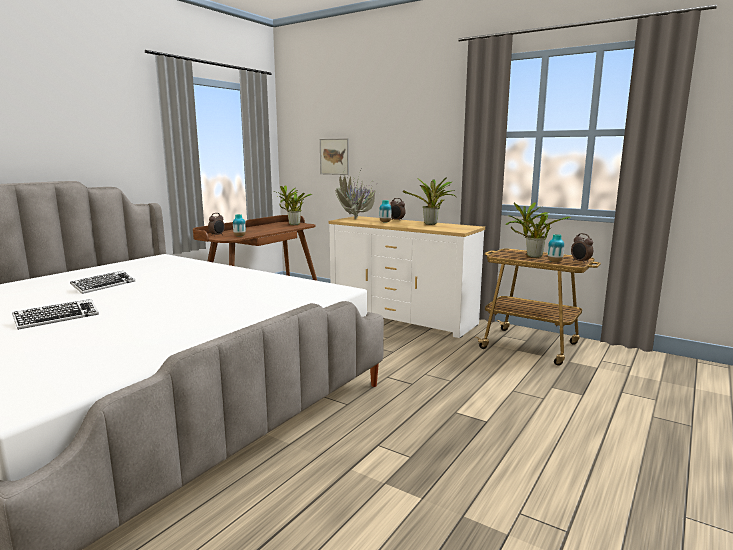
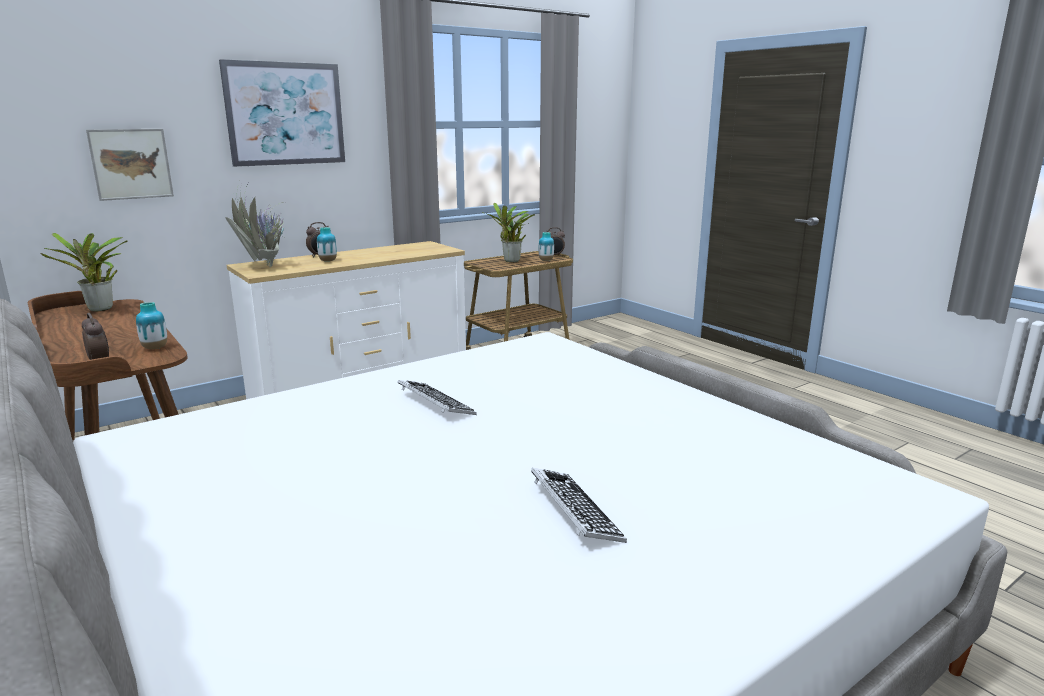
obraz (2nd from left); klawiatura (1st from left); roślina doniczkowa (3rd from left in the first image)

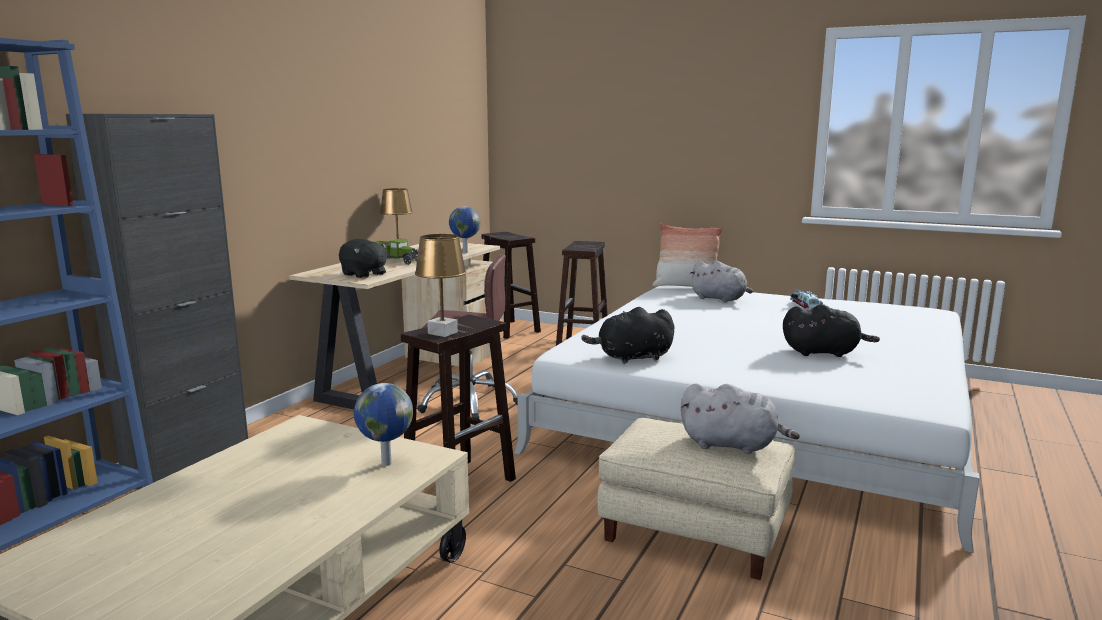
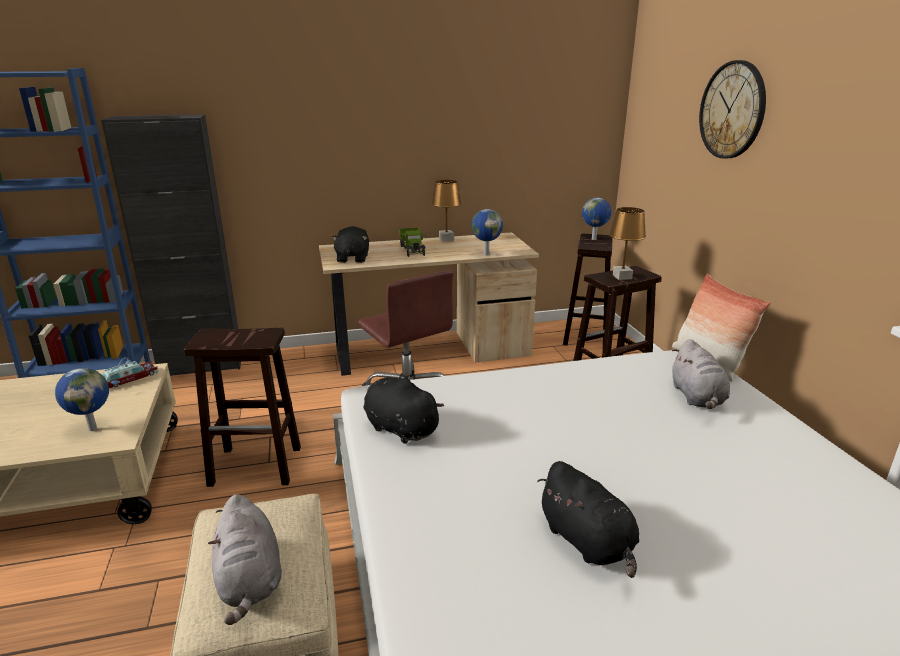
samochodzik; globus (3rd from left); lampa stołowa (brązowy) (2nd from left); zegar ścienny

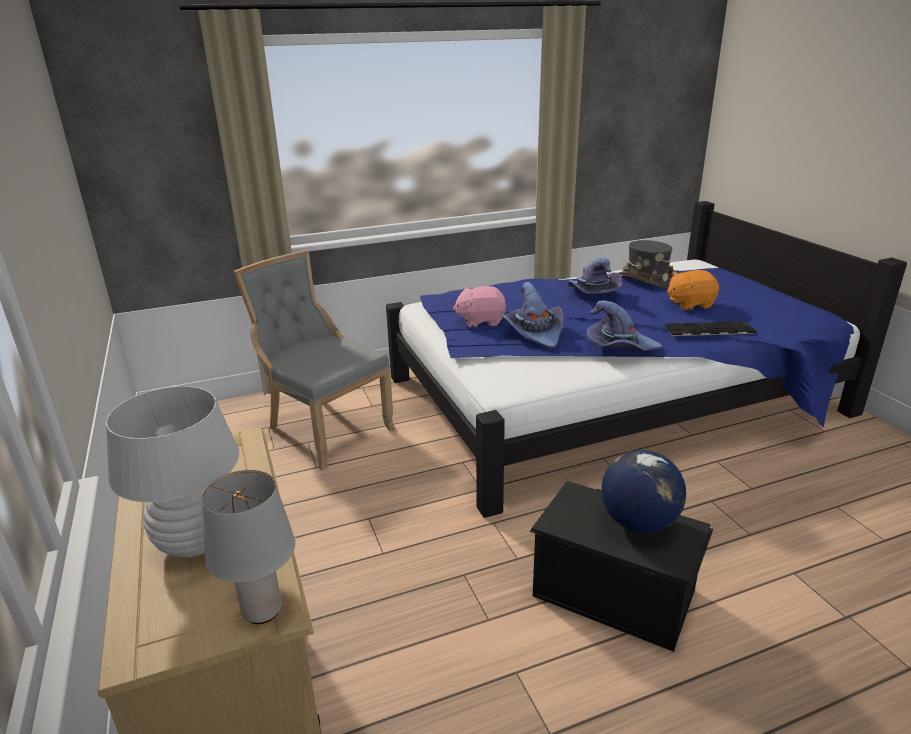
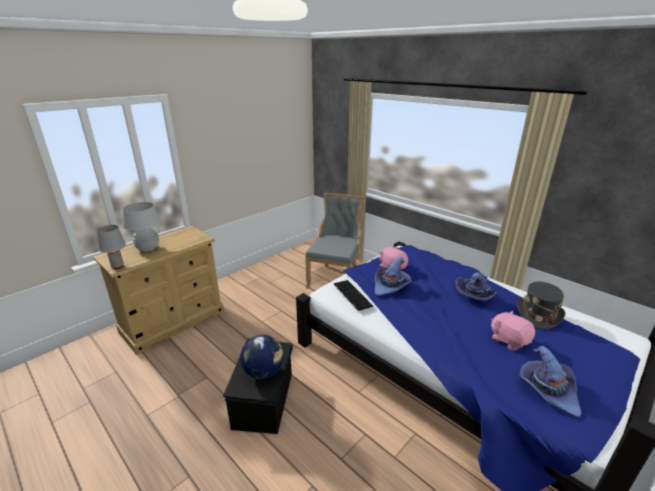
klawiatura; pluszak (różowy) (2nd from left); kapelusz (fioletowy) (3rd from left)

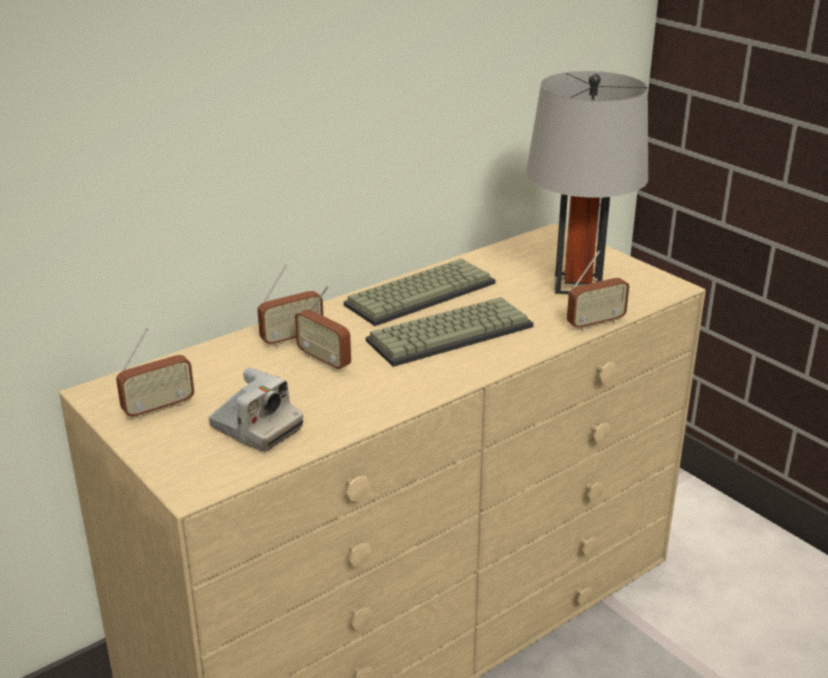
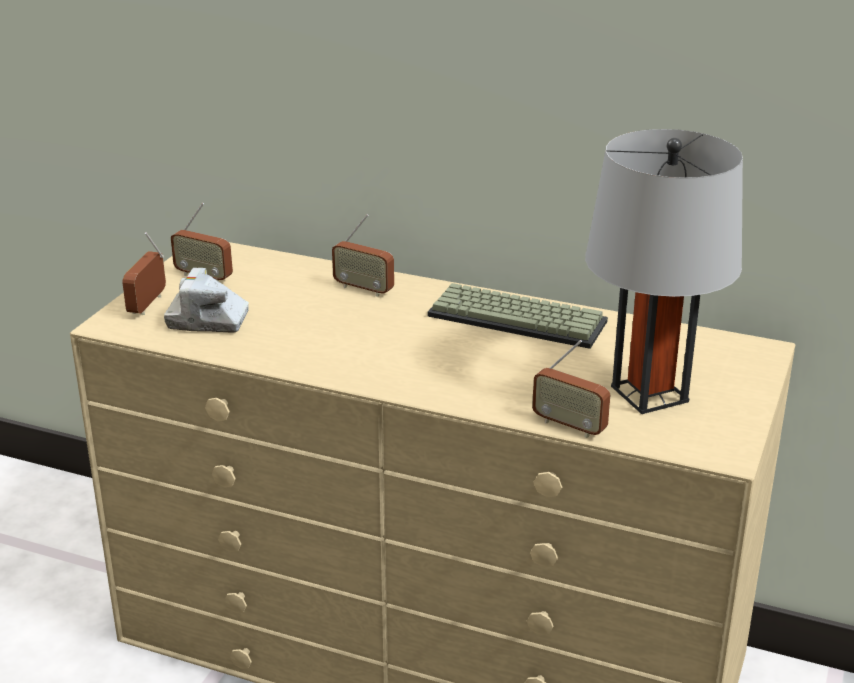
radio (1st from left); aparat fotograficzny; klawiatura (2nd from left in the first image)

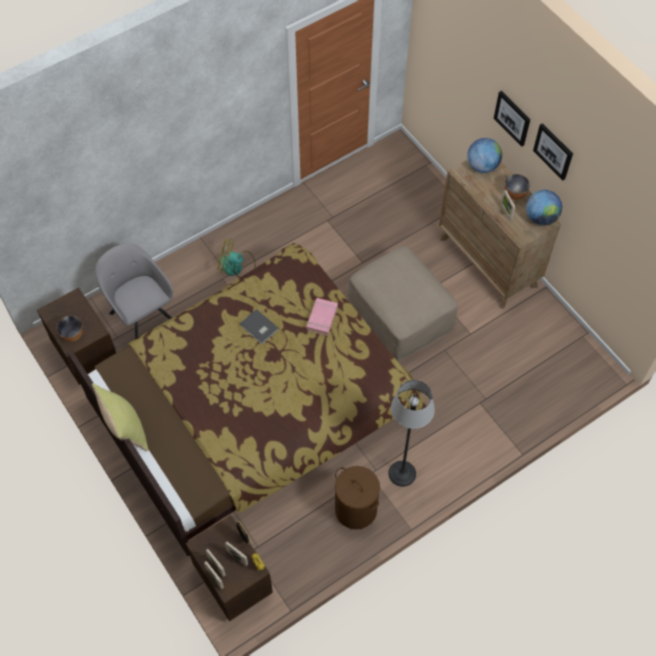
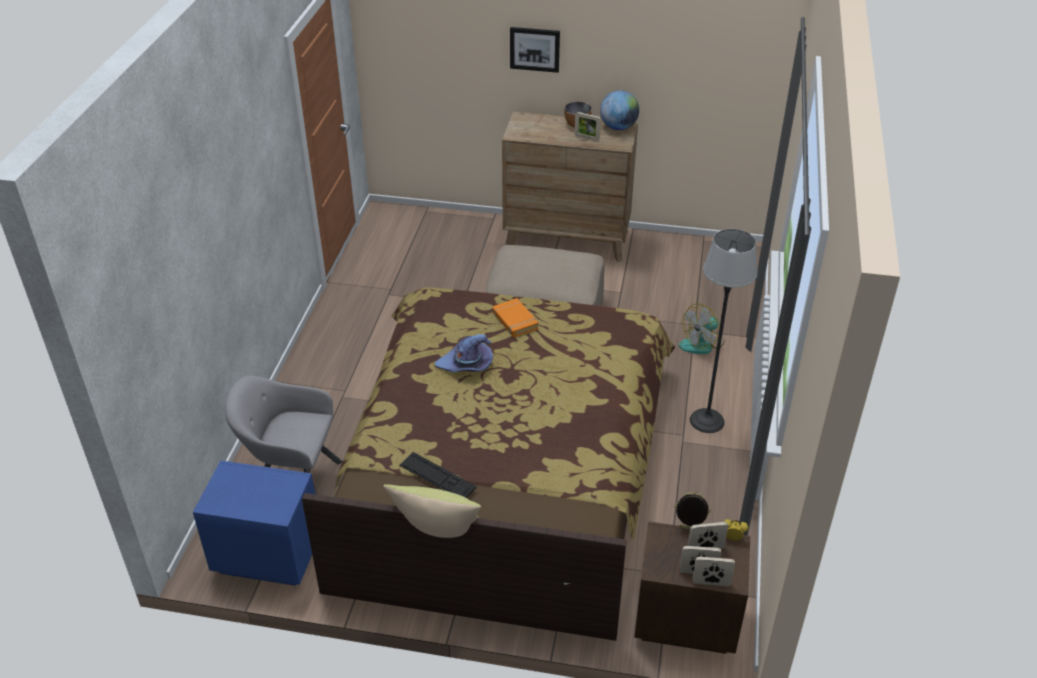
szafka nocna (niebieski); klawiatura; kapelusz (fioletowy); książka (pomarańczowy); wentylator; miska (1st from left in the first image); kosz na pranie (brązowy); globus (1st from left in the first image); obraz (2nd from left in the first image)

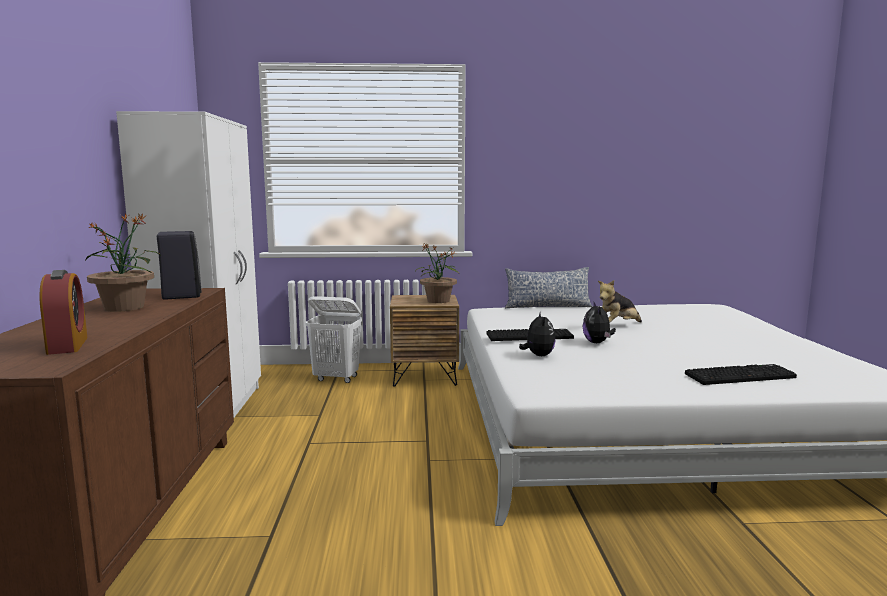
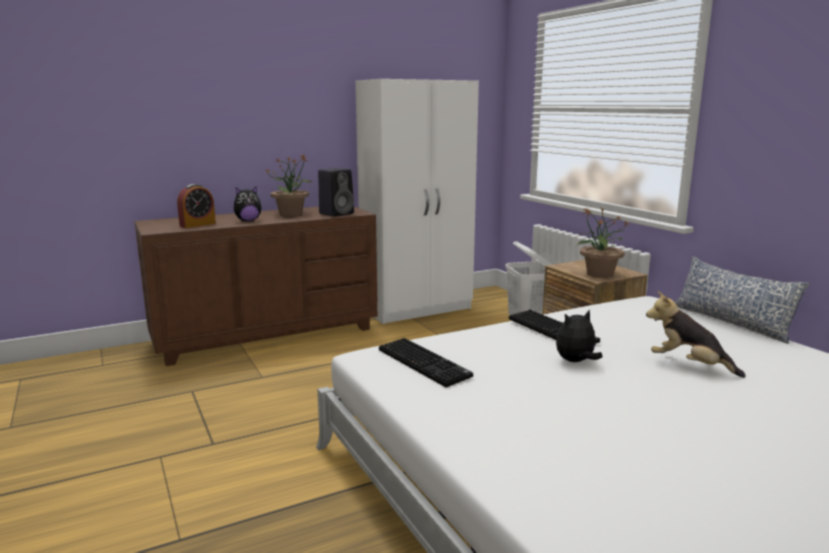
pluszak (1st from left); klawiatura (1st from left)

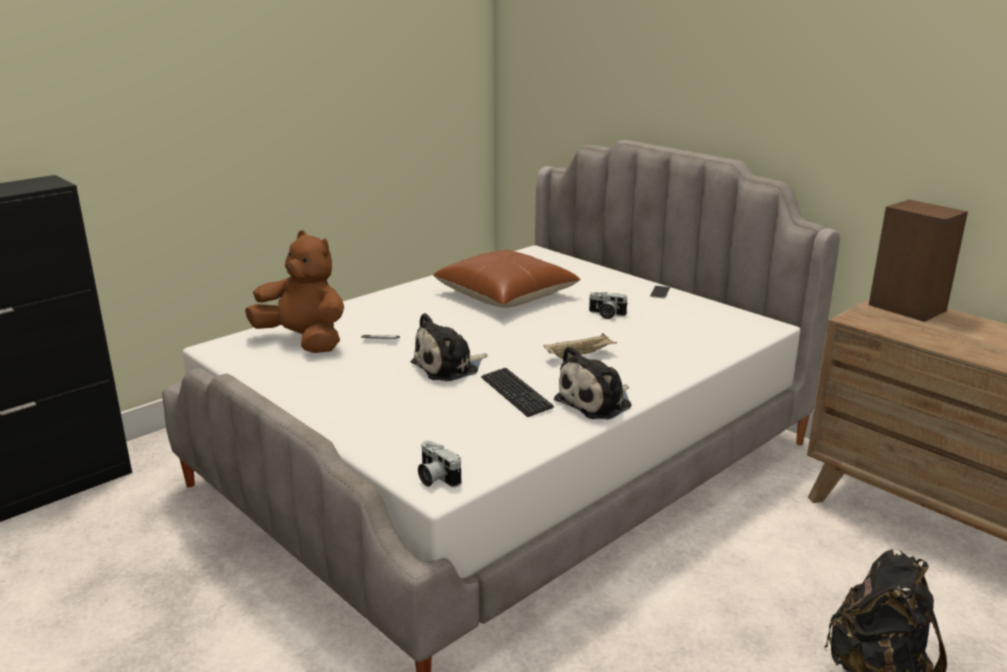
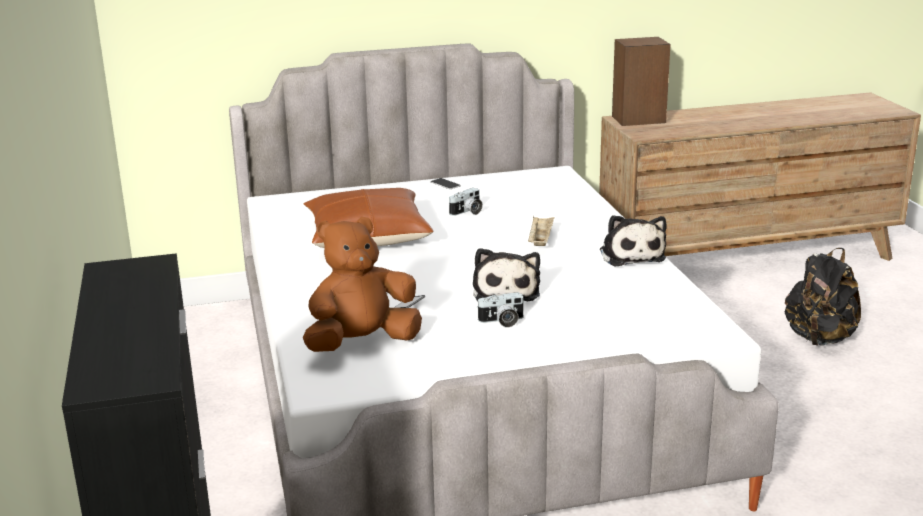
aparat fotograficzny (2nd from left); klawiatura

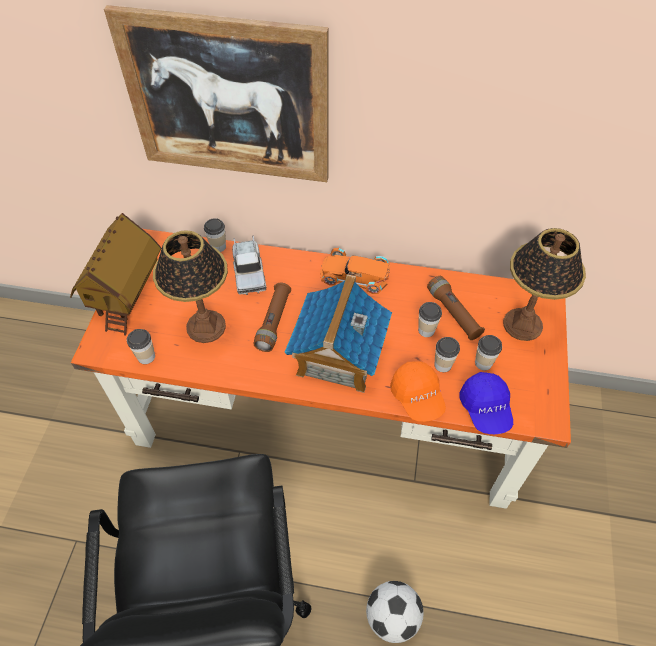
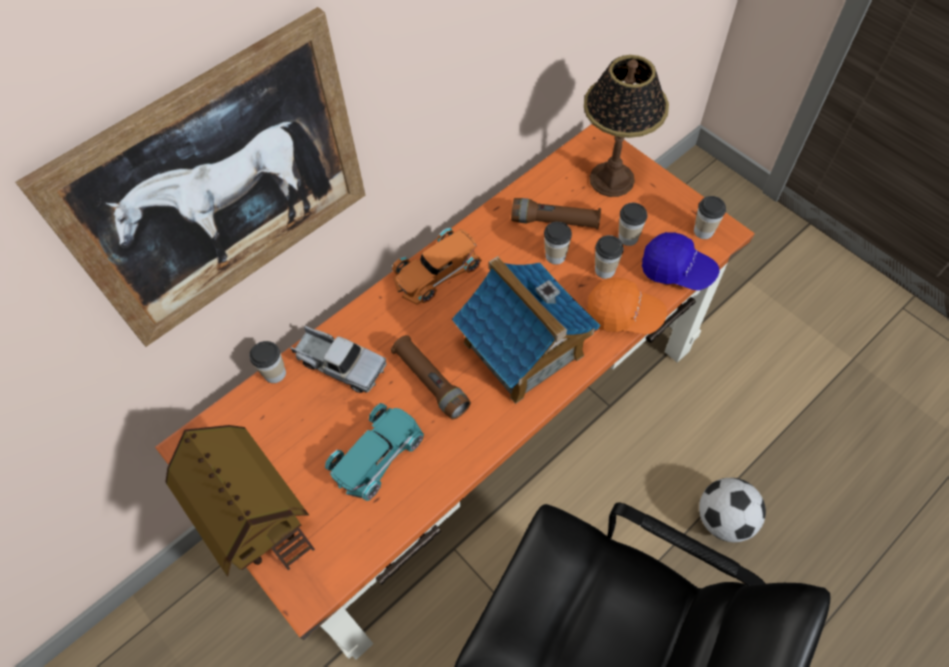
samochodzik (turkusowy); filiżanka (5th from left)

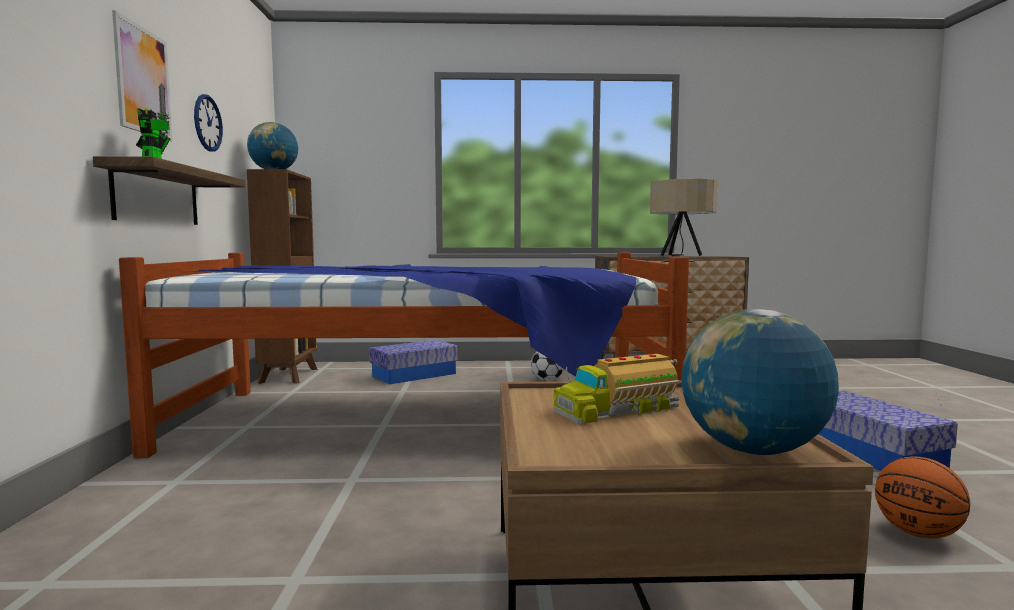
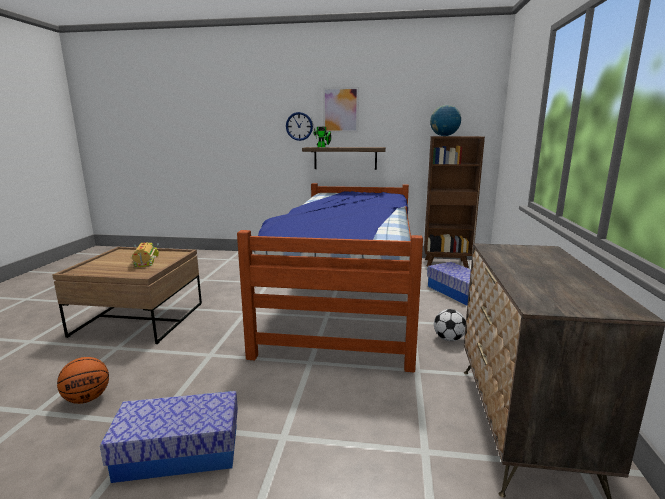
zegar ścienny; lampa stołowa (beżowy); globus (2nd from left in the first image)

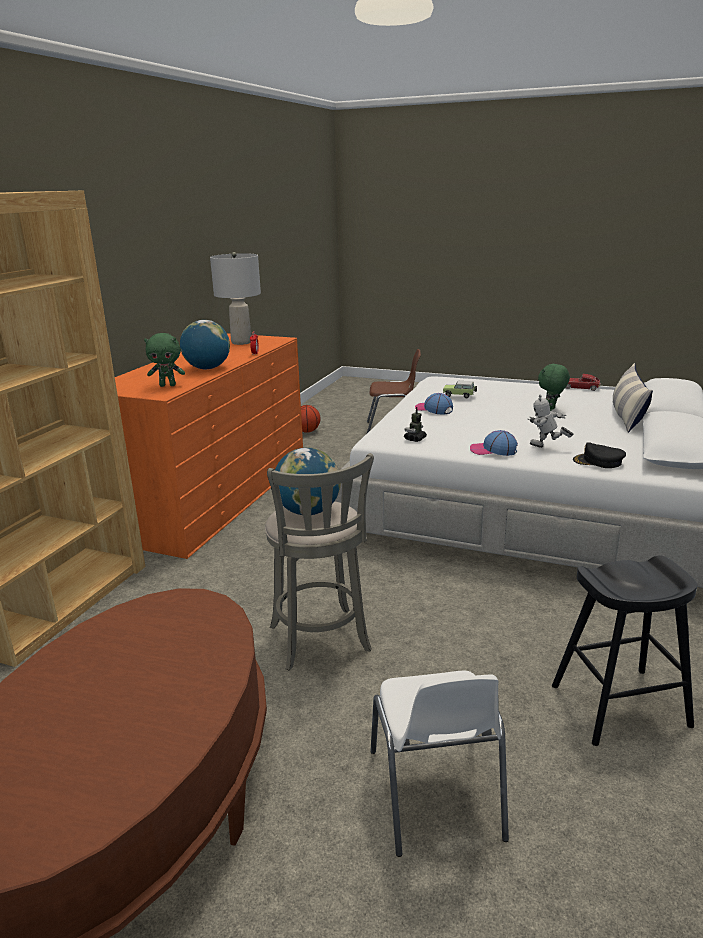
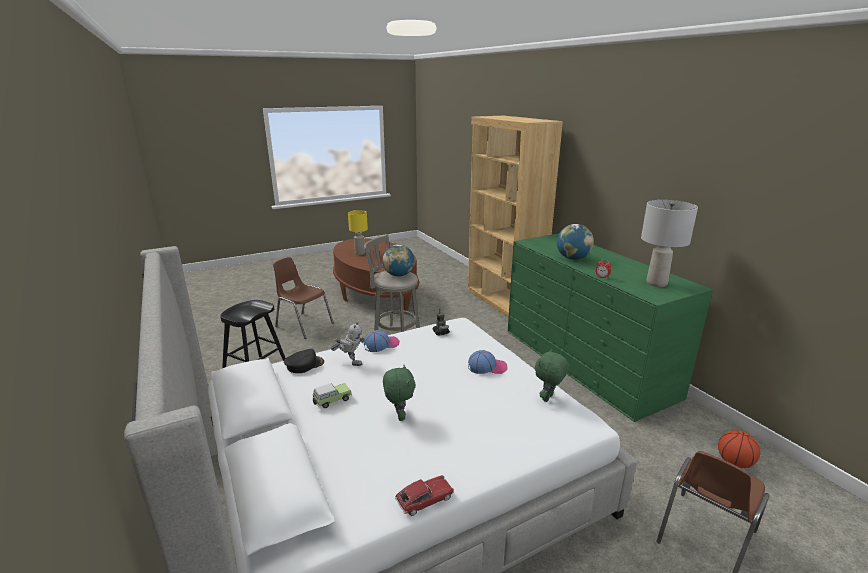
krzesło (brązowy) (1st from left); samochodzik (1st from left); robot zabawkowy (1st from left); lampa stołowa (żółty); komoda (zielony); pluszak (zielony) (2nd from left); poduszka

